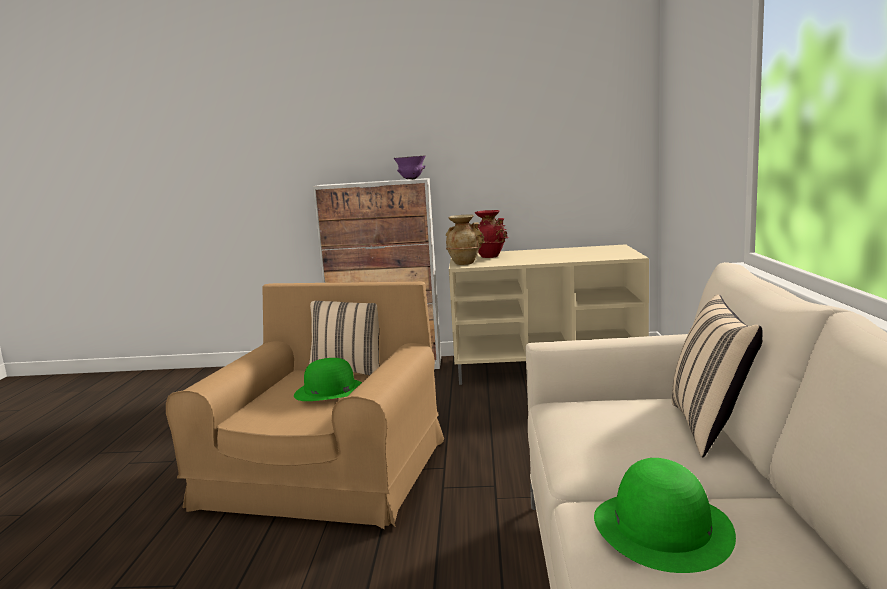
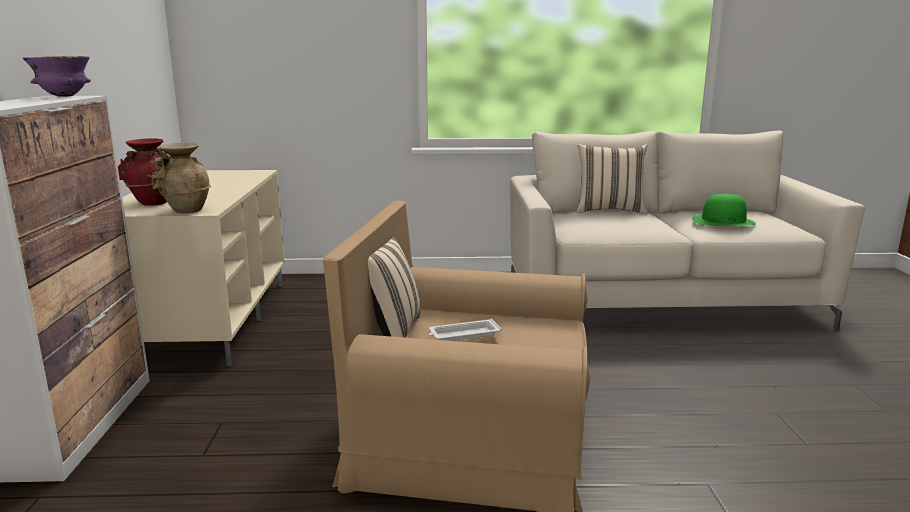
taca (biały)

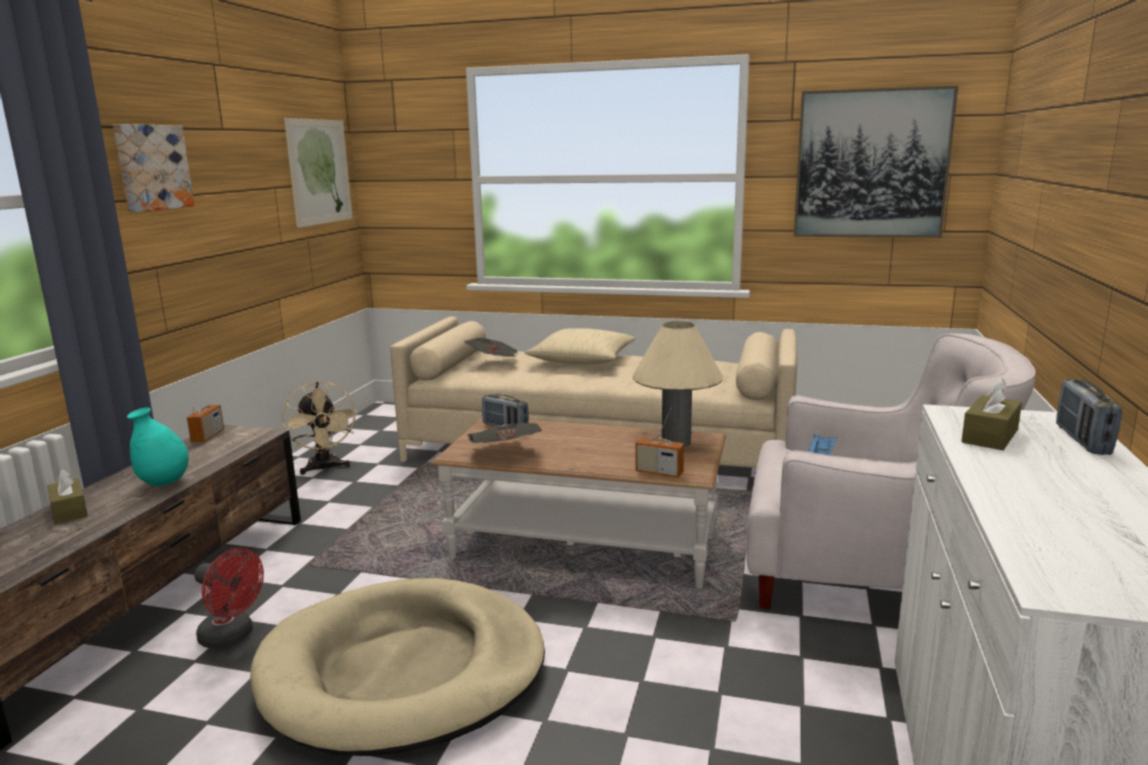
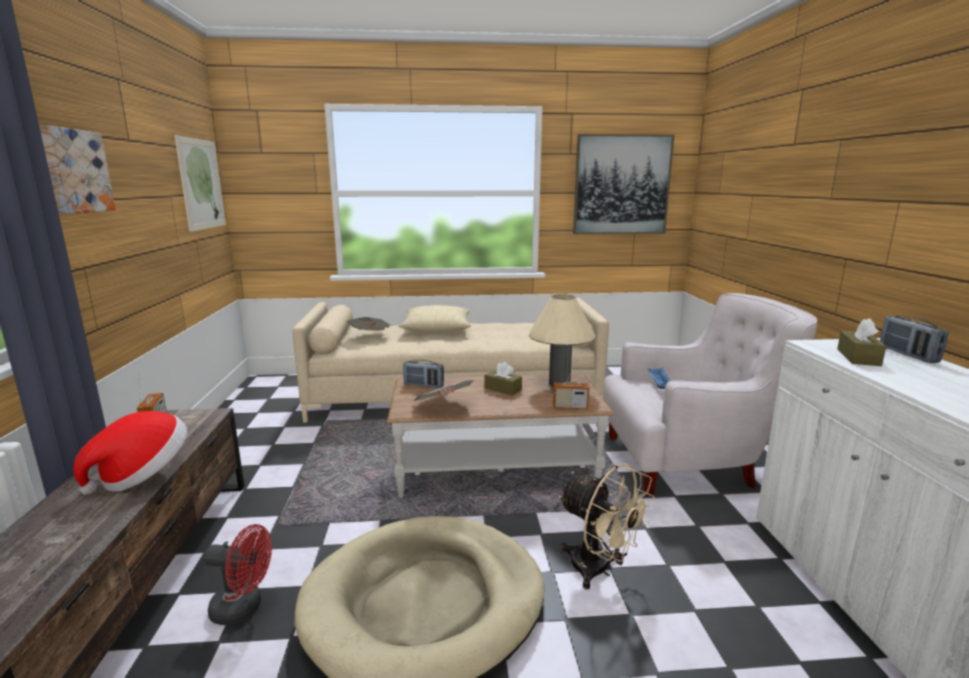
kapelusz; pudełko chusteczek (brązowy) (1st from left); wentylator (beżowy)

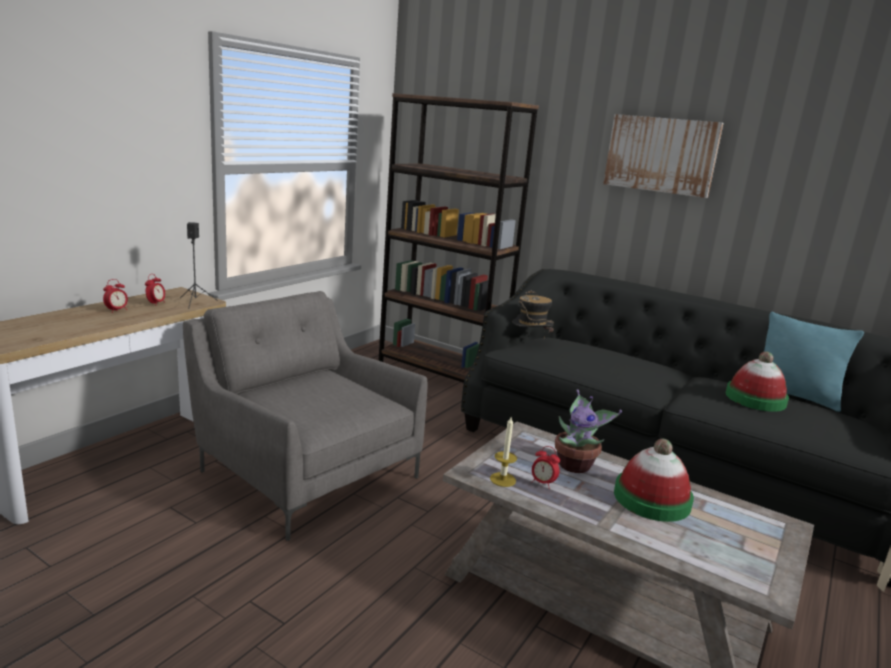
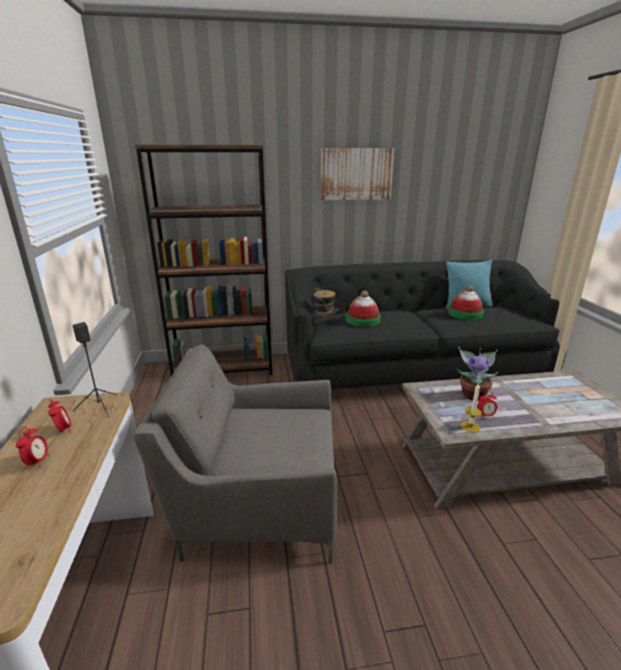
kapelusz (2nd from left)

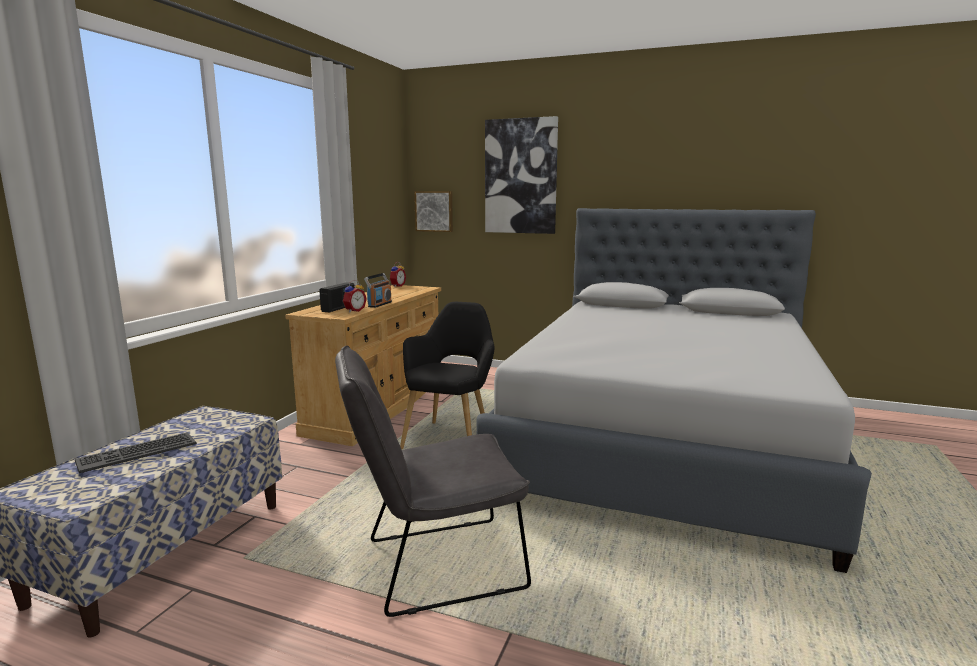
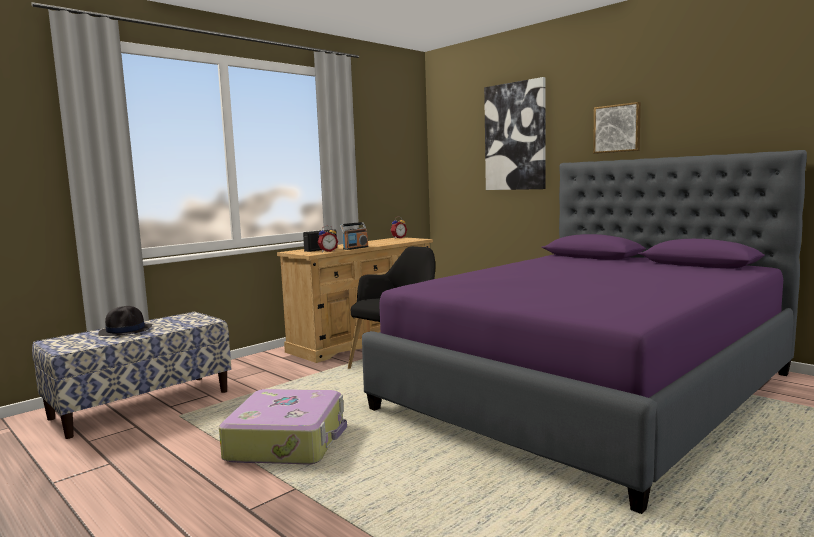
kapelusz (czarny); walizka; łóżko (fioletowy); obraz (2nd from left)

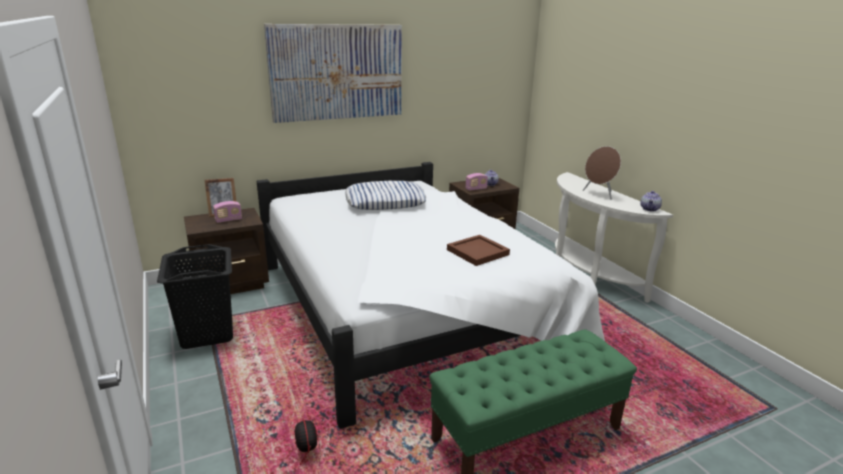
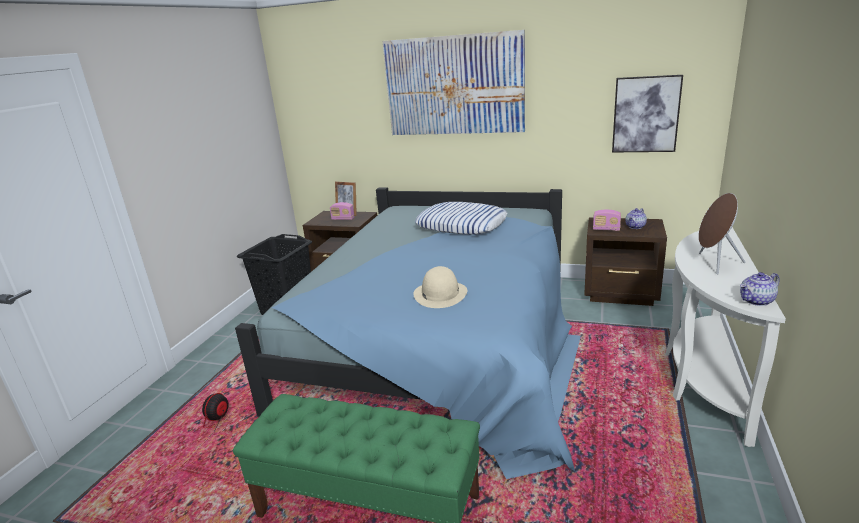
łóżko (niebieski); kapelusz (beżowy); obraz (2nd from left)

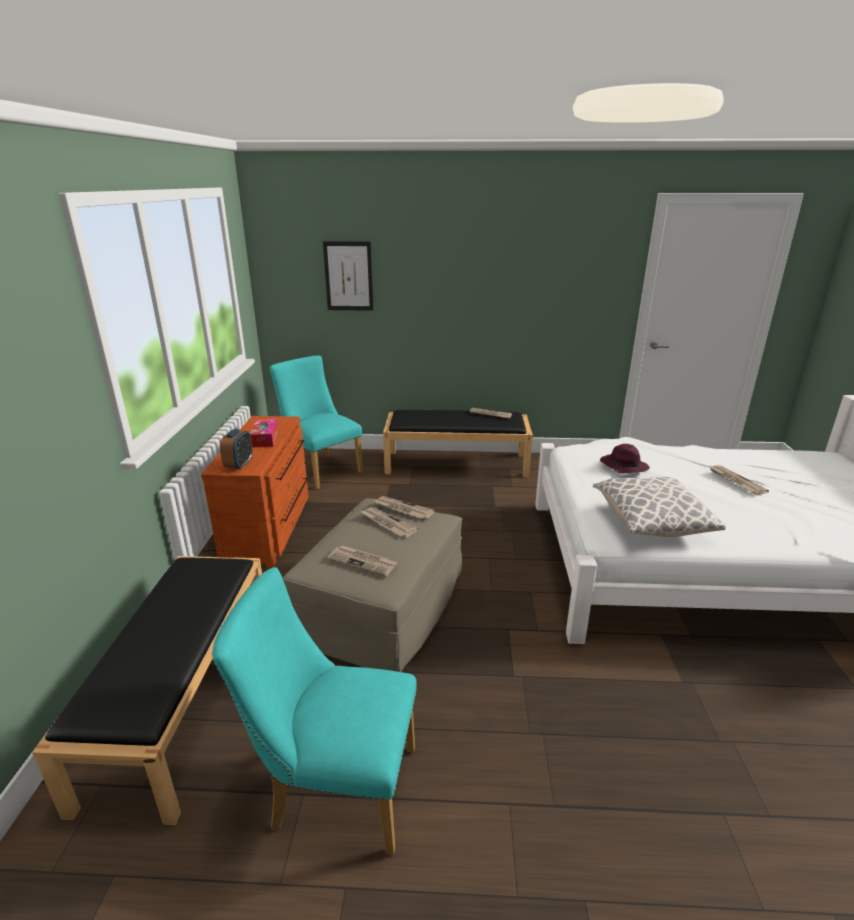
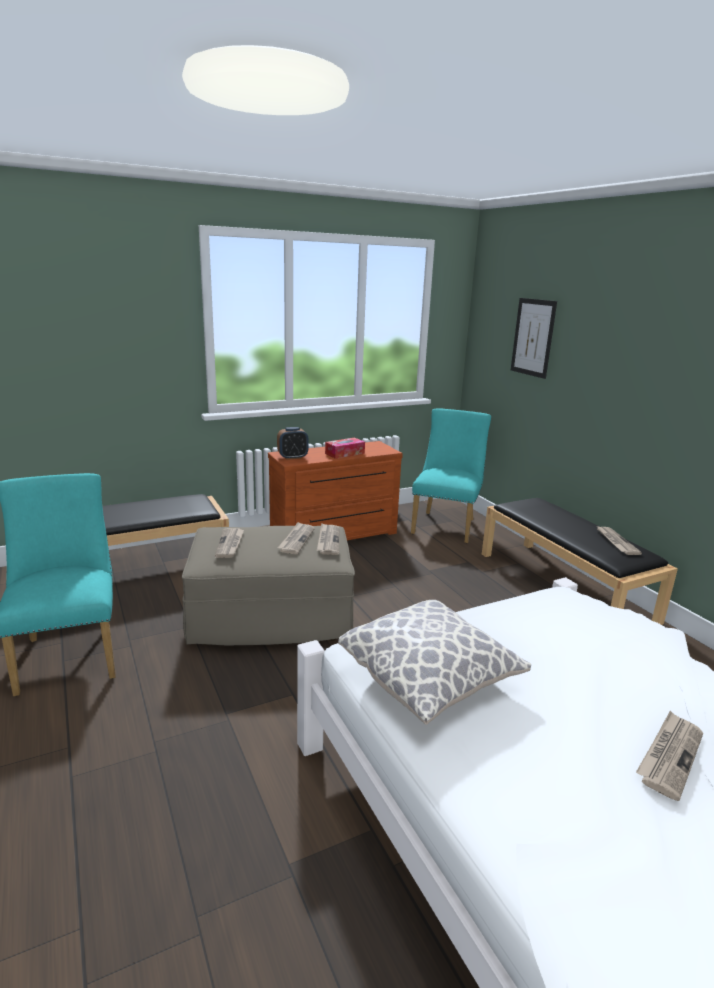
kapelusz (fioletowy)

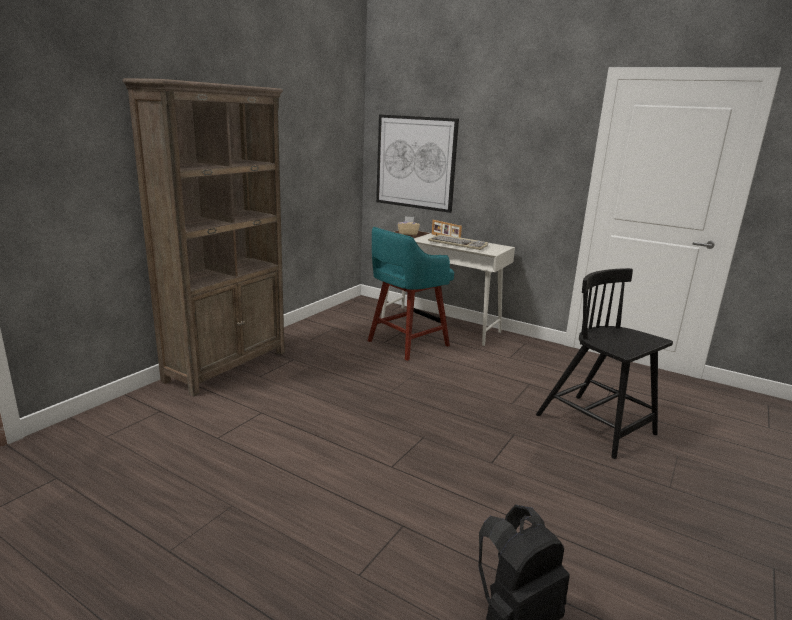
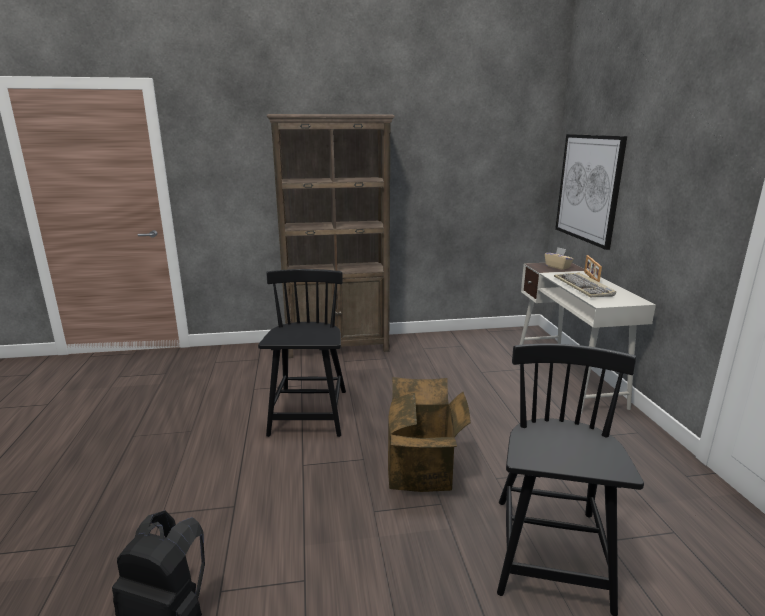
krzesło (czarny) (1st from left); karton; stołek (turkusowy)

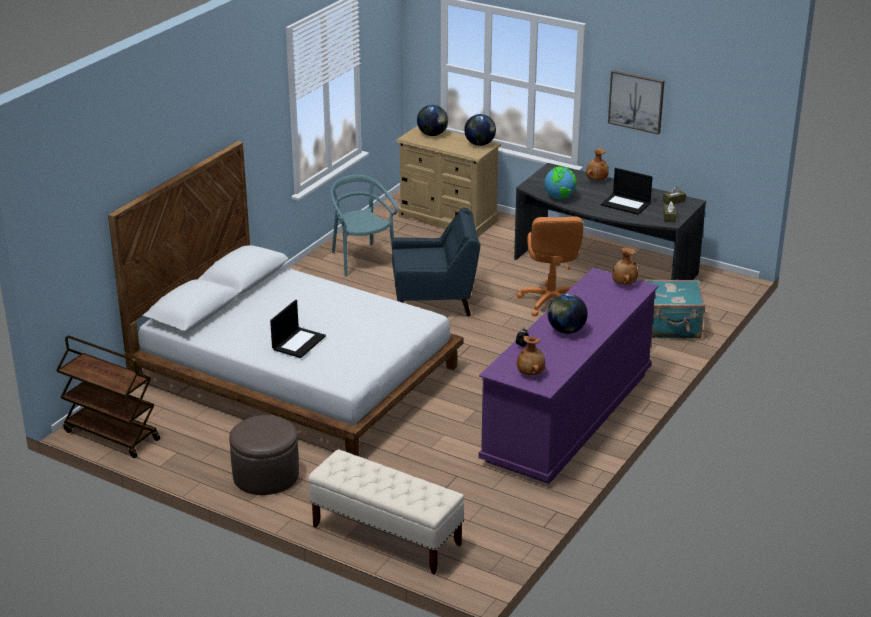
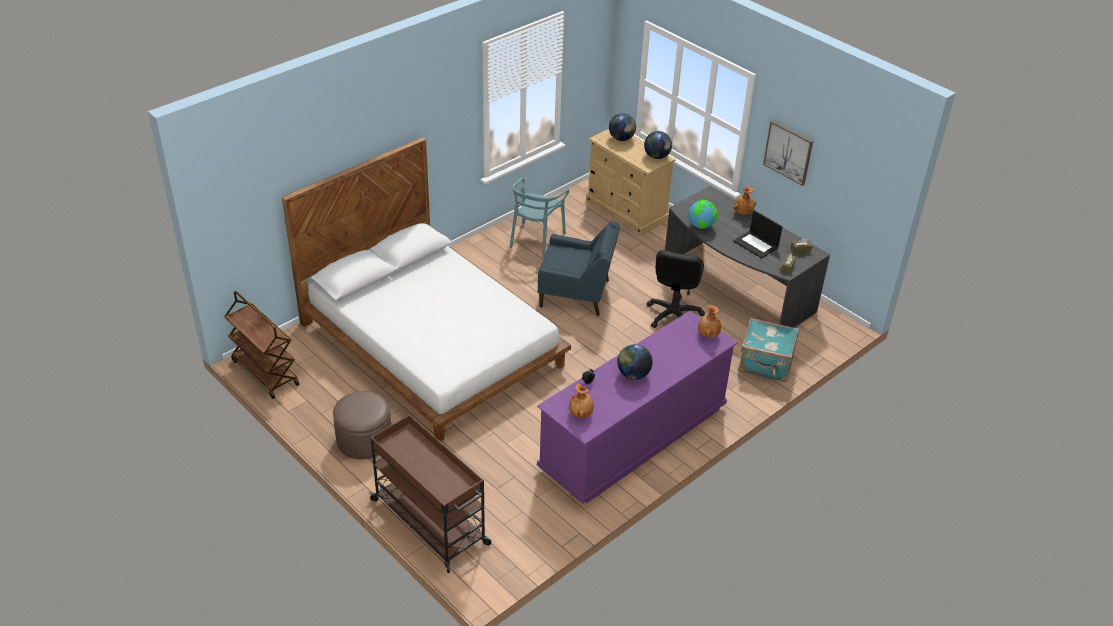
wózek (brązowy) (2nd from left); krzesło (turkusowy); krzesło biurowe (czarny); laptop (1st from left in the first image)

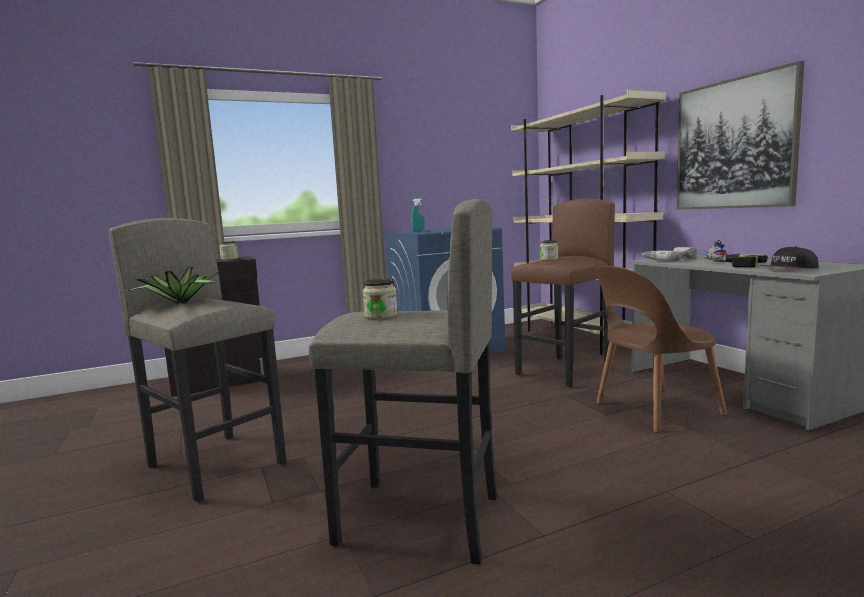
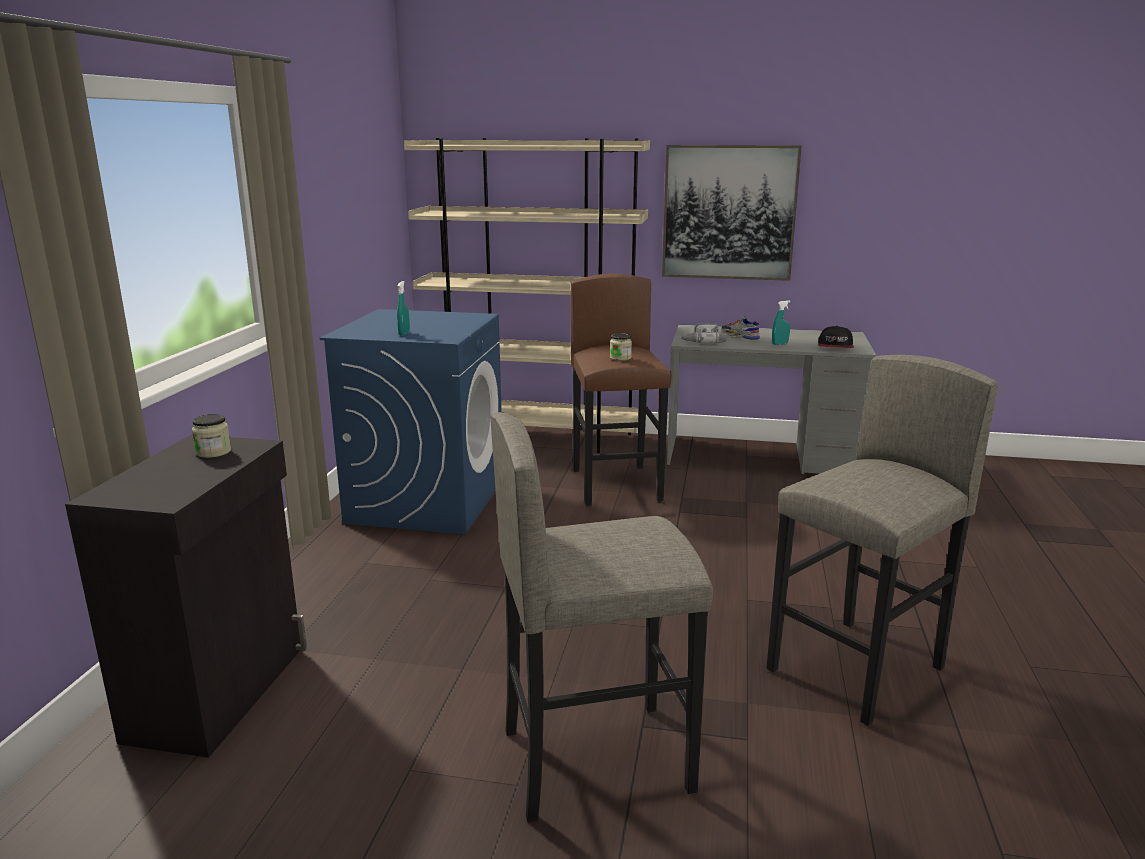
spryskiwacz (turkusowy) (2nd from left); roślina doniczkowa; słoik (2nd from left in the first image); krzesło (brązowy)

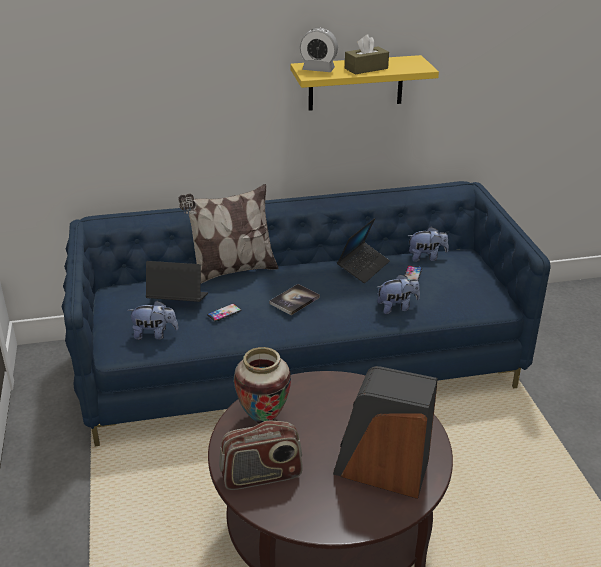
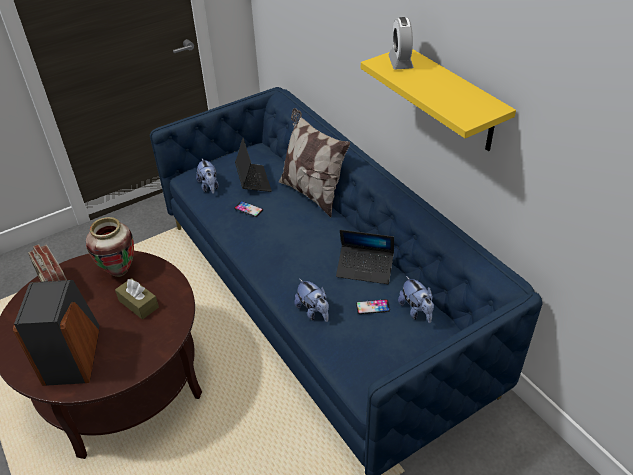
pudełko chusteczek (brązowy); książka

